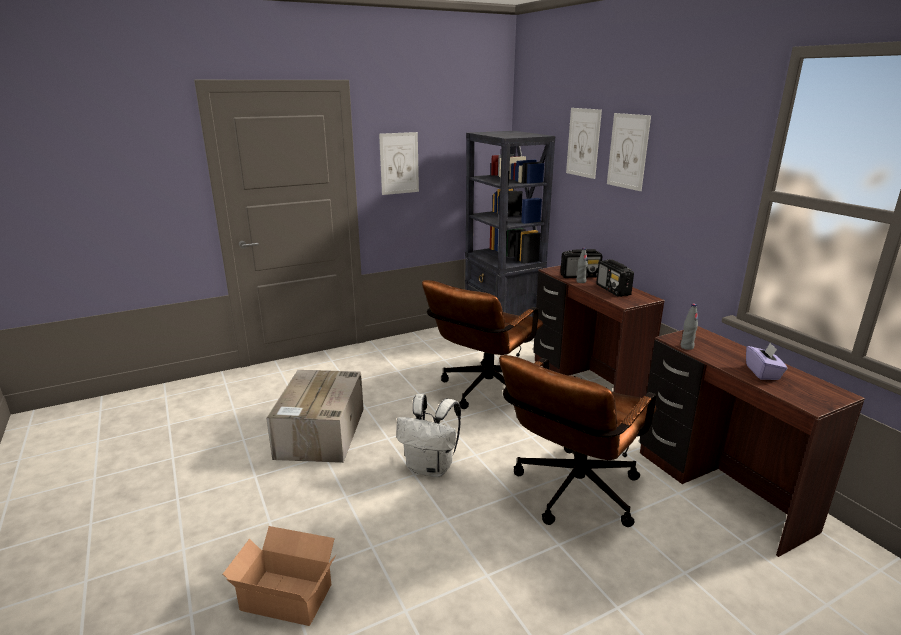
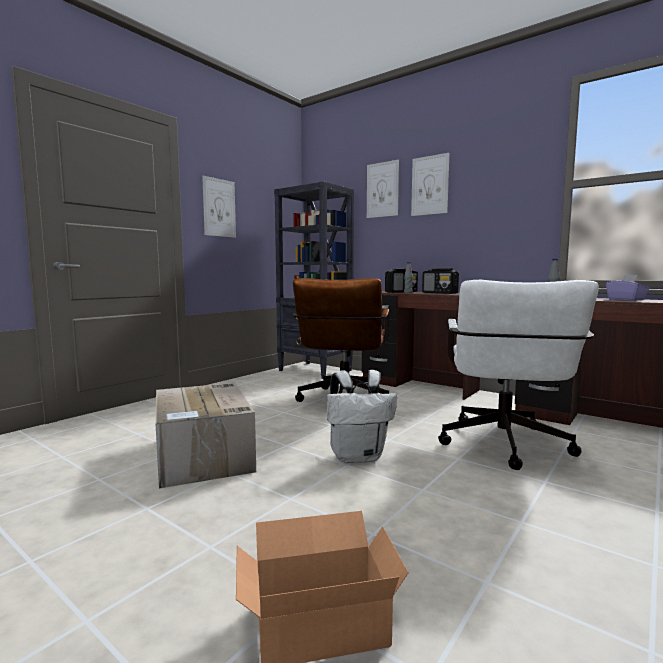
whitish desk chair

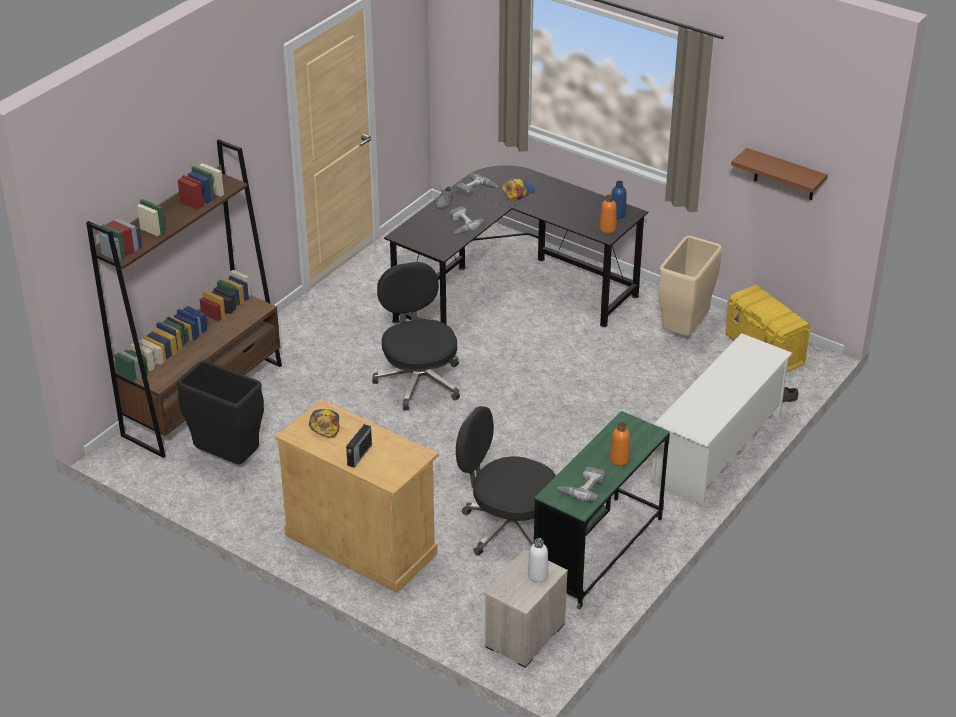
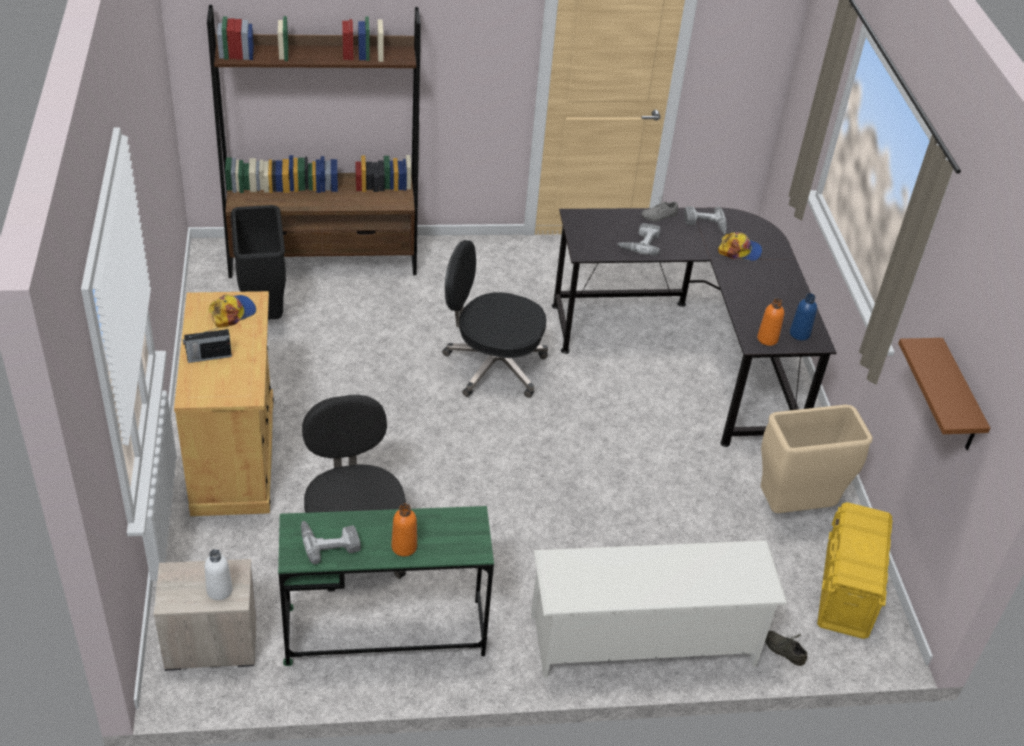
black-coloured desk chair (no. 2 from left)

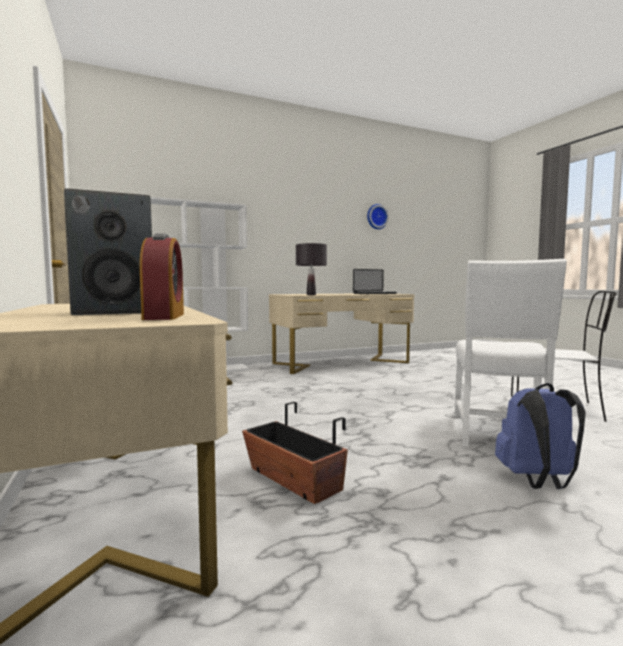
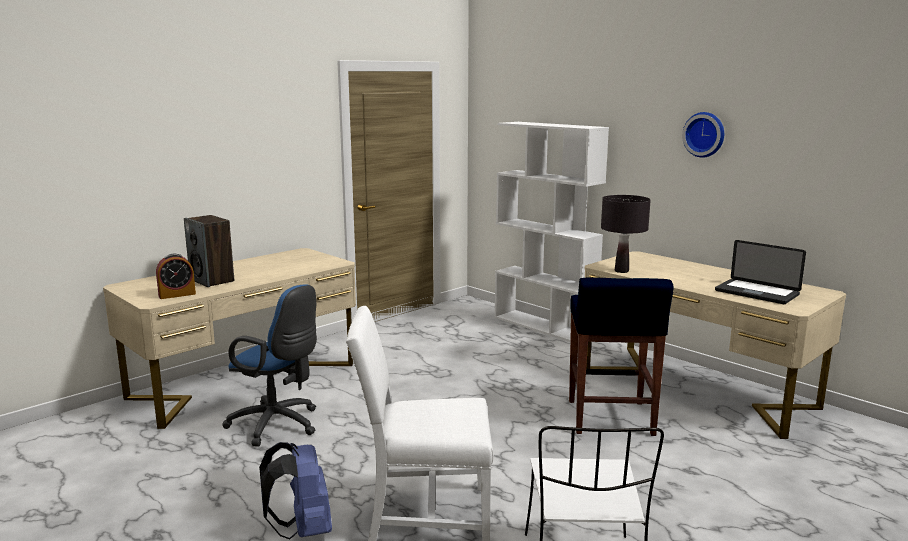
blue desk chair
hanging clock
blue sitting stool

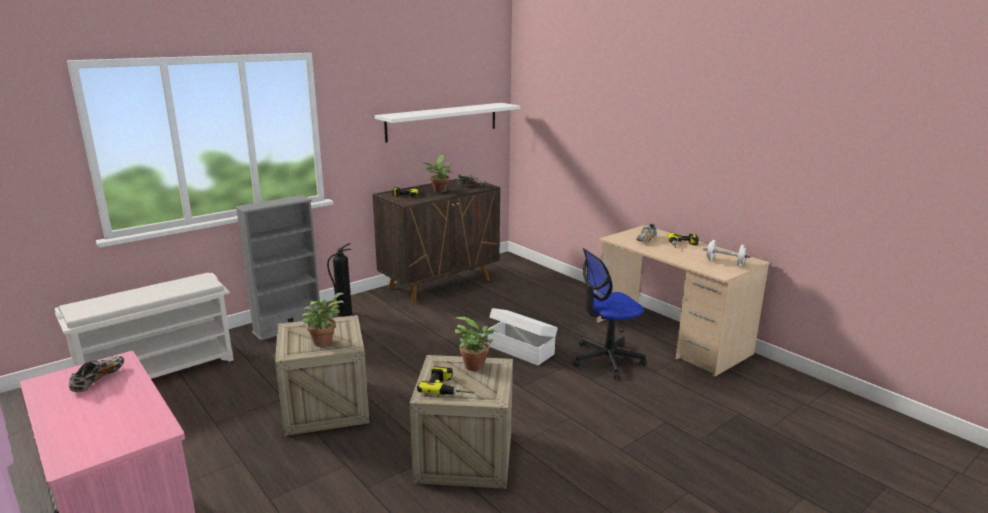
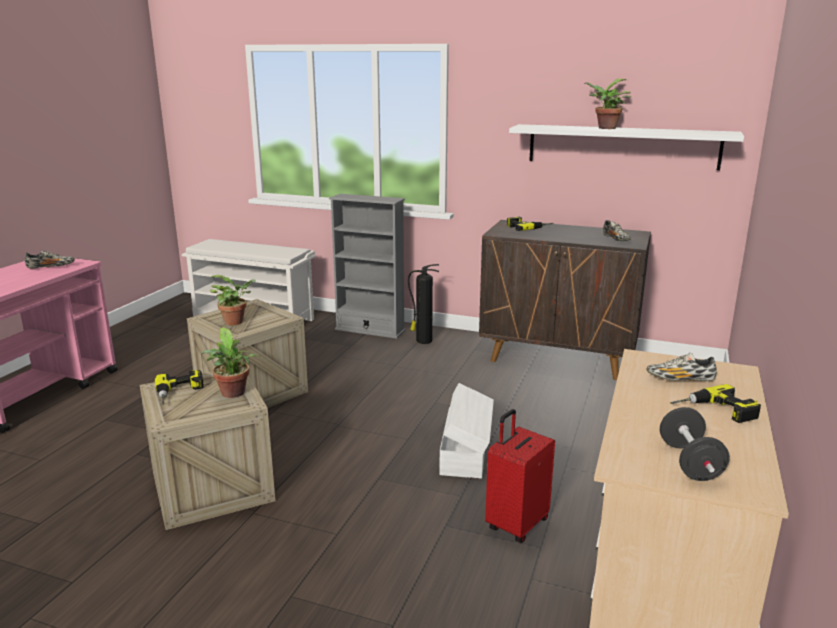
potted plant (no. 3 from left)
red travel case
black-coloured dumbbell

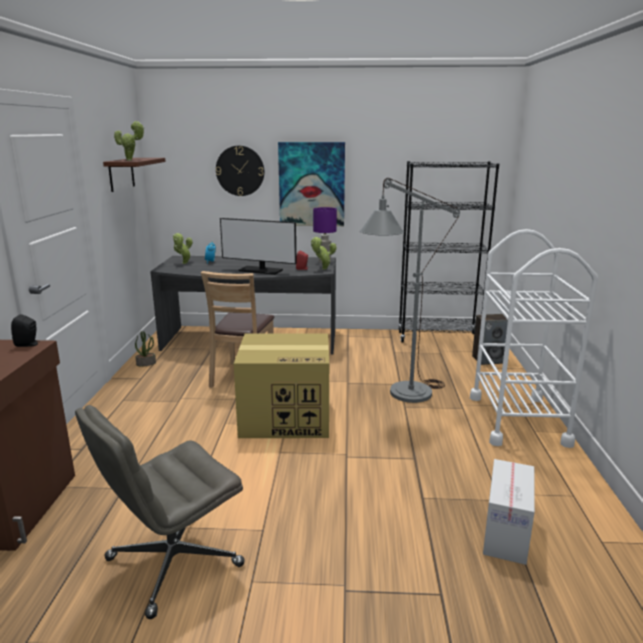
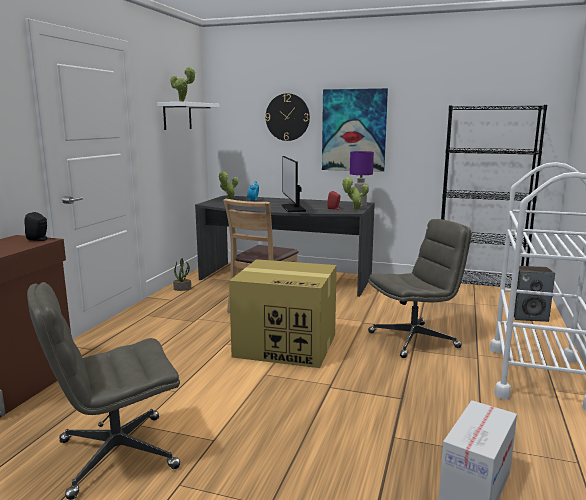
whitish bracket shelf
computer screen
greyish desk chair (no. 2 from left)

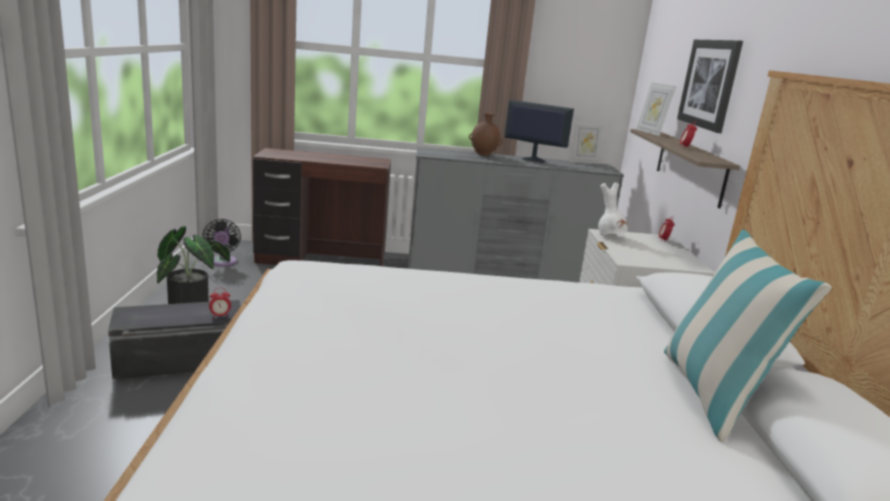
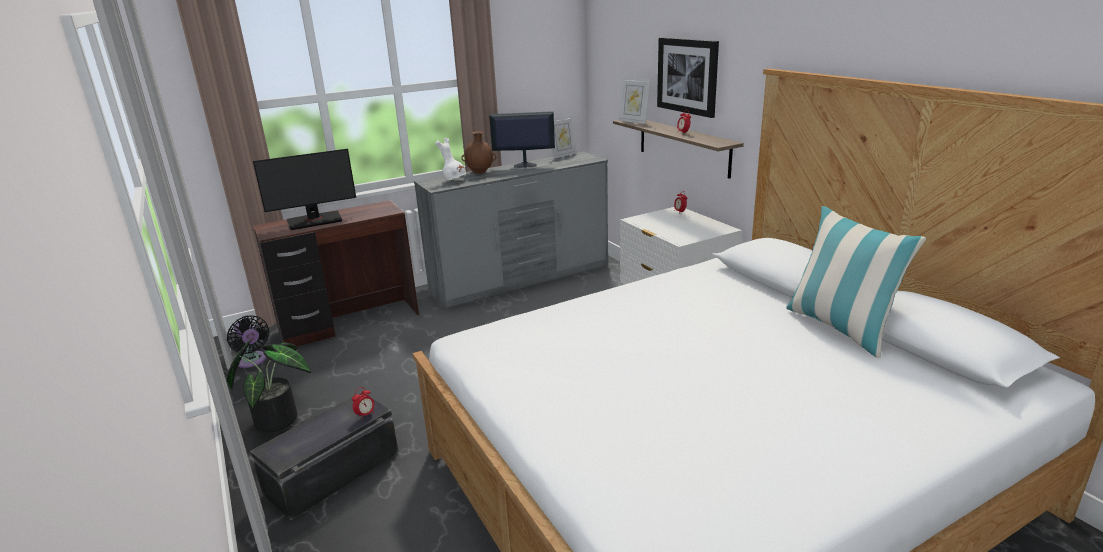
whitish flower vase
computer screen (no. 1 from left)

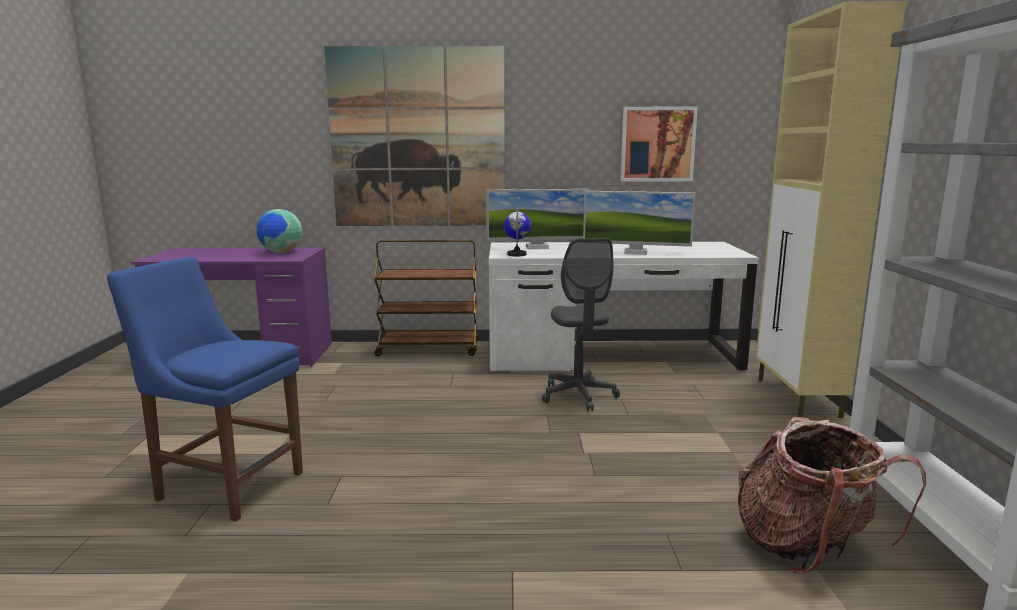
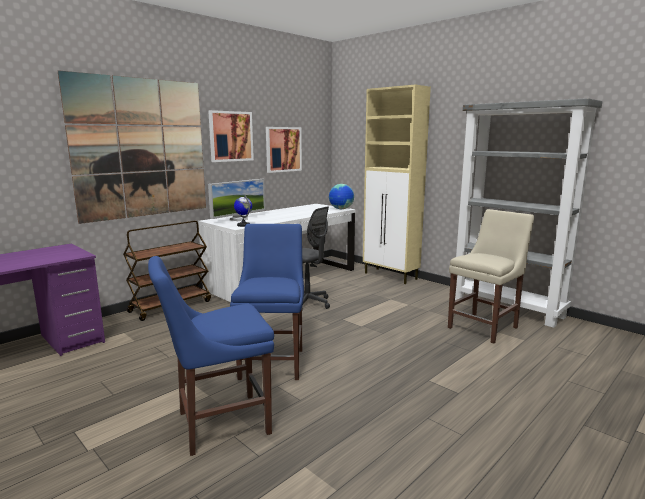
desk globe (no. 2 from left)
computer screen (no. 2 from left in the first image)
sand-coloured chair
wall picture (no. 2 from left)
blue chair (no. 2 from left)

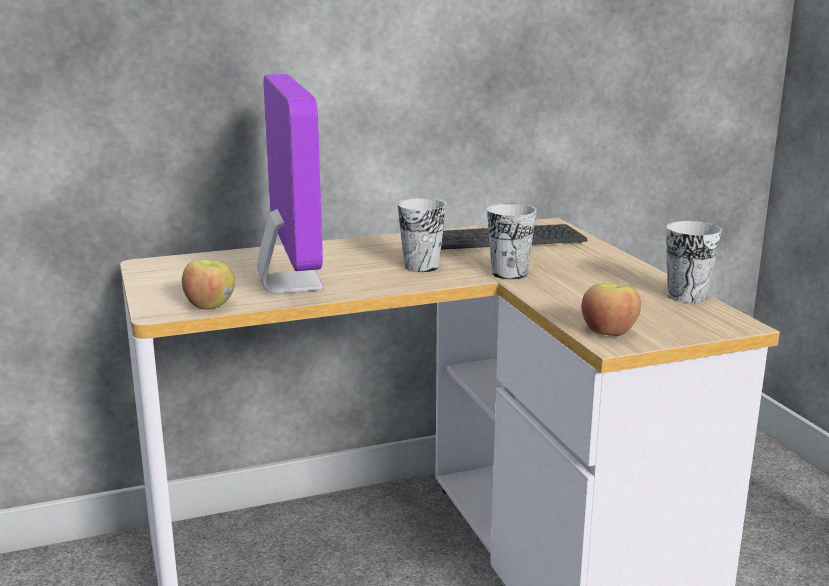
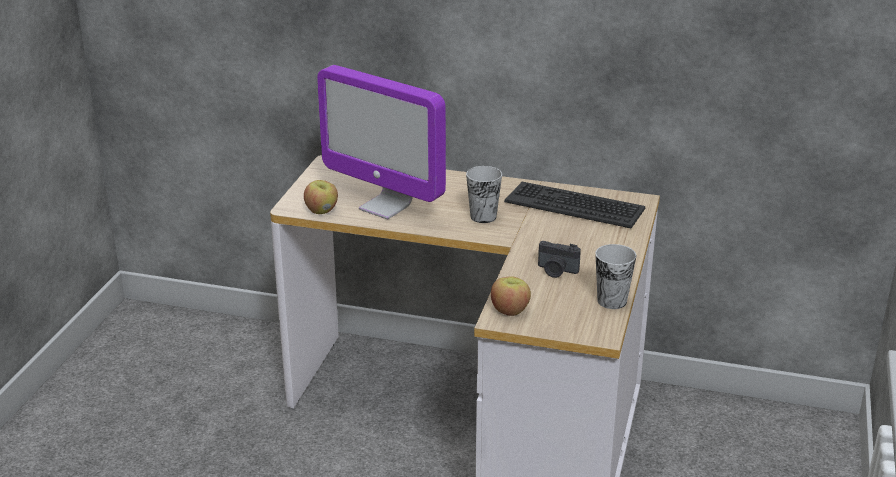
computer screen
cup (no. 2 from left in the first image)
still camera

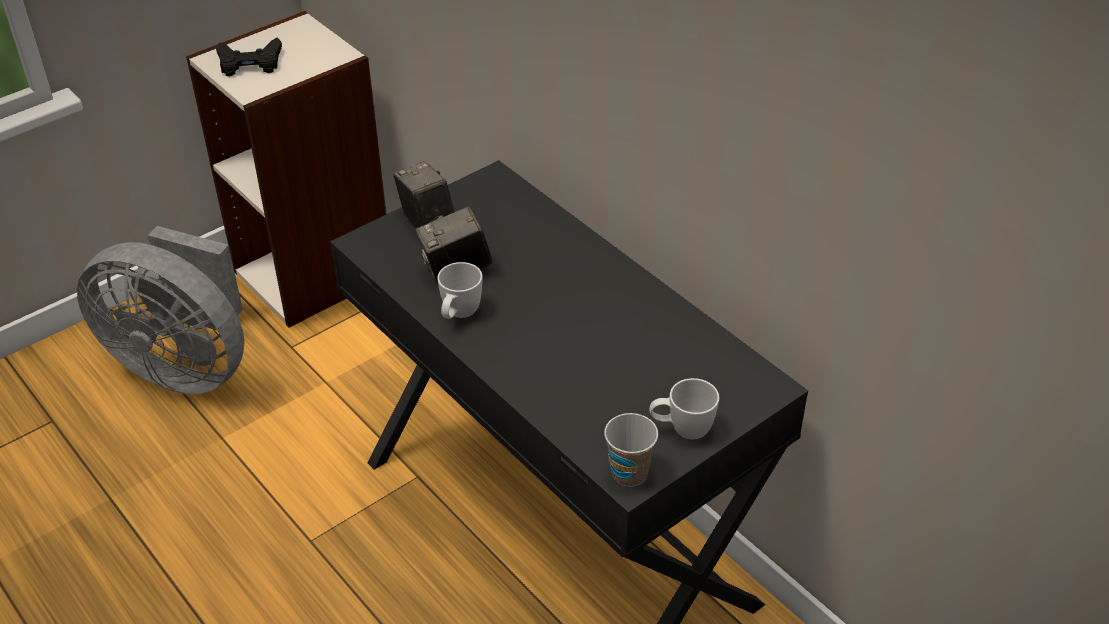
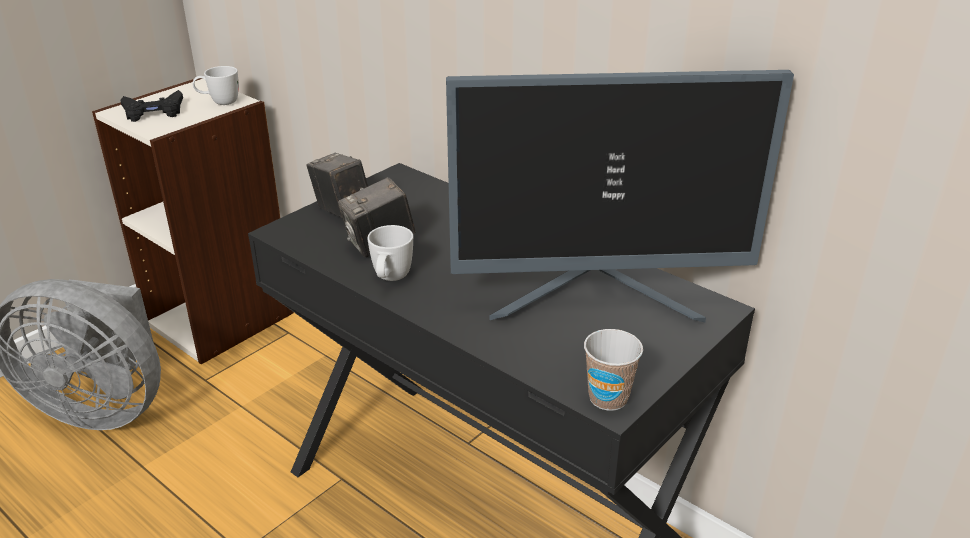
whitish tea mug (no. 1 from left)
computer screen

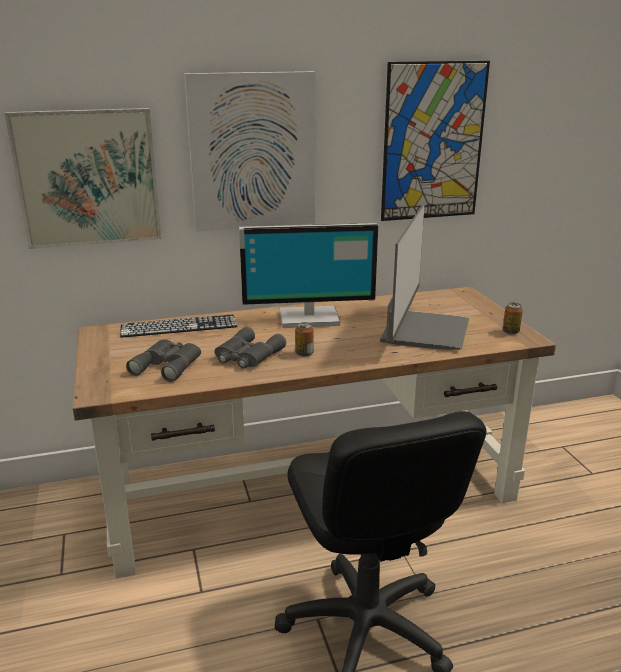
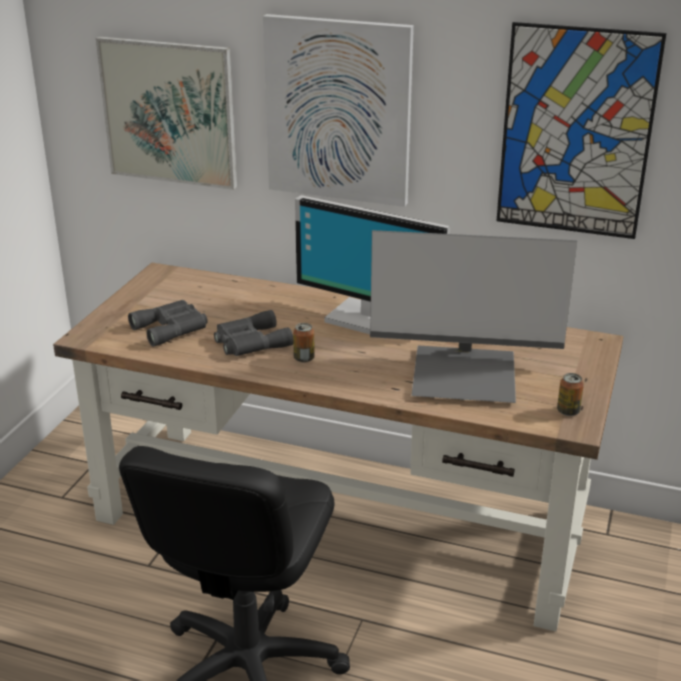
computer keyboard
computer screen (no. 2 from left)

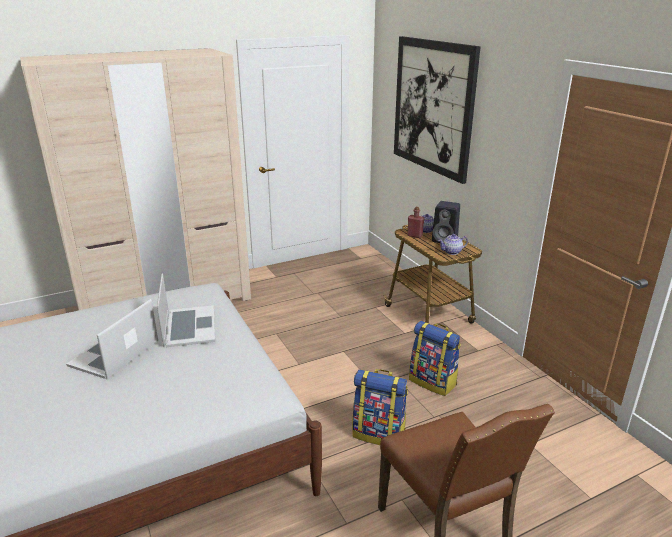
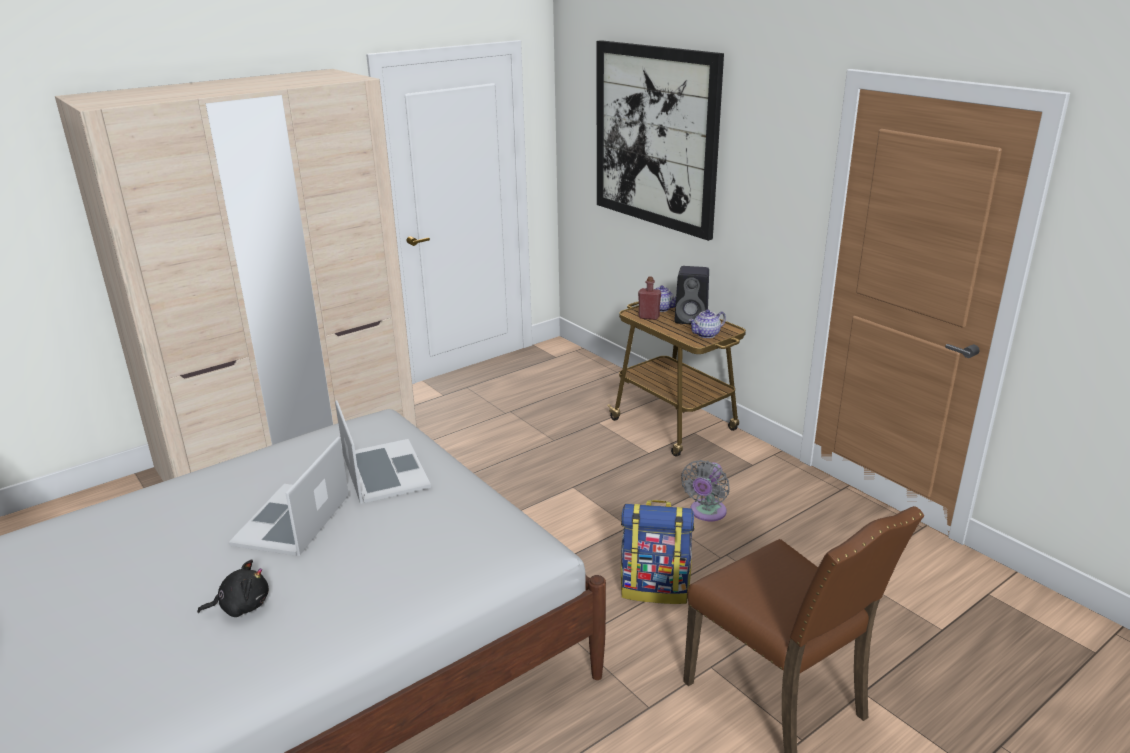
greyish cooling fan
black-coloured plush toy

